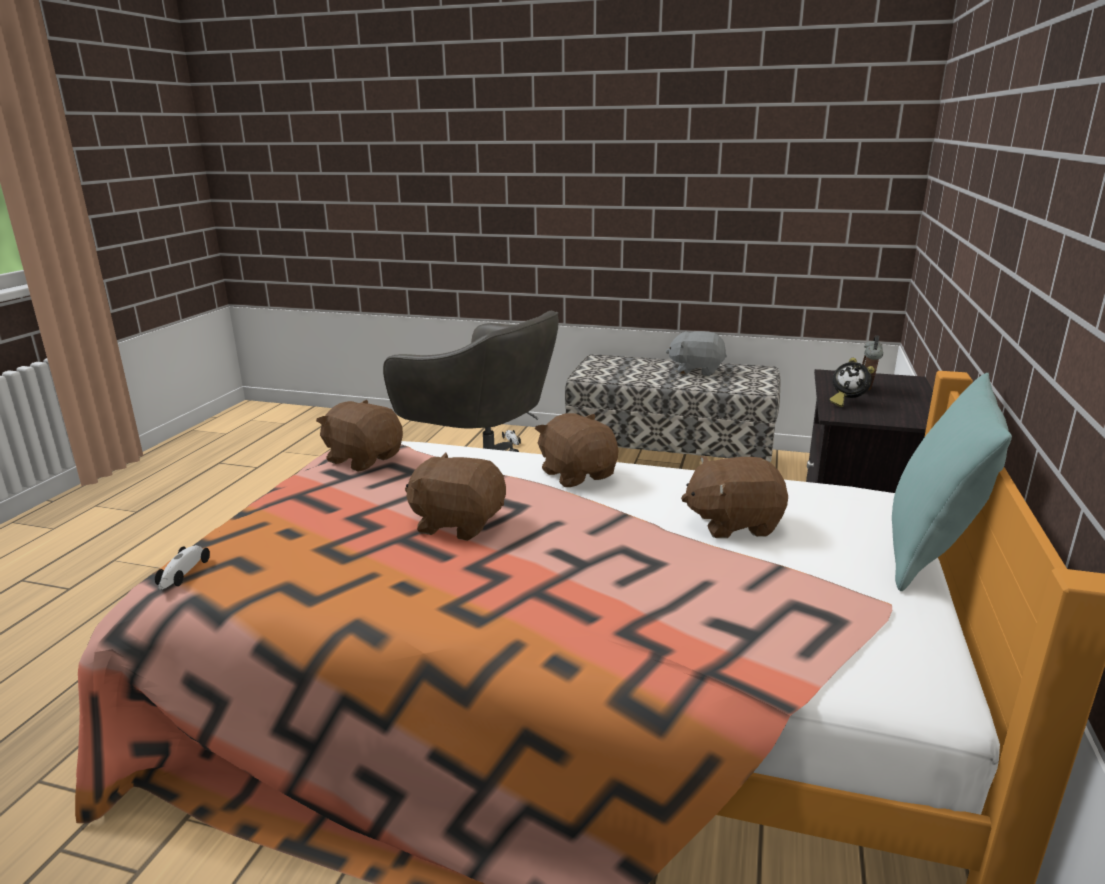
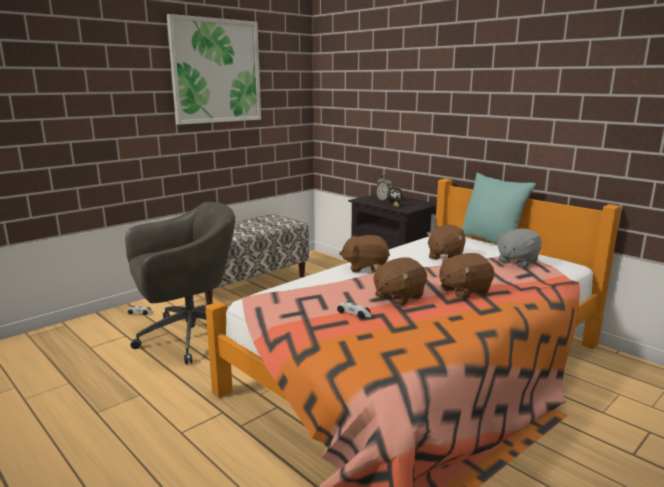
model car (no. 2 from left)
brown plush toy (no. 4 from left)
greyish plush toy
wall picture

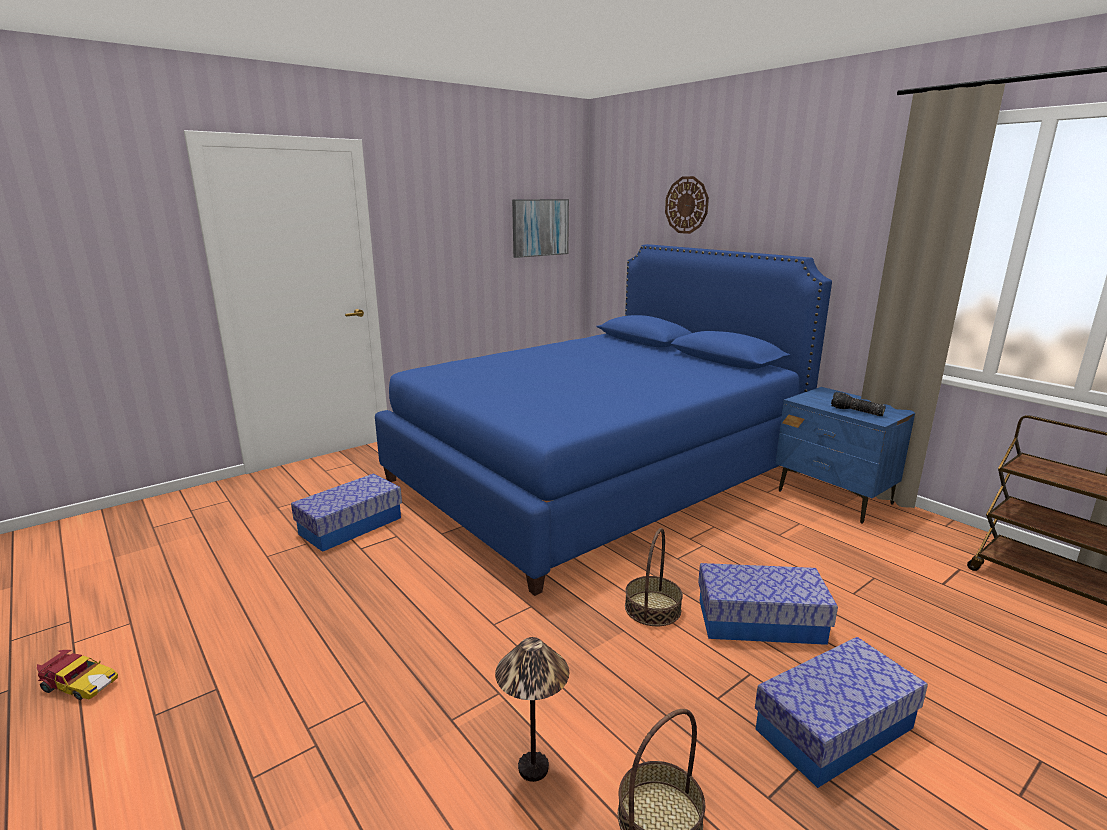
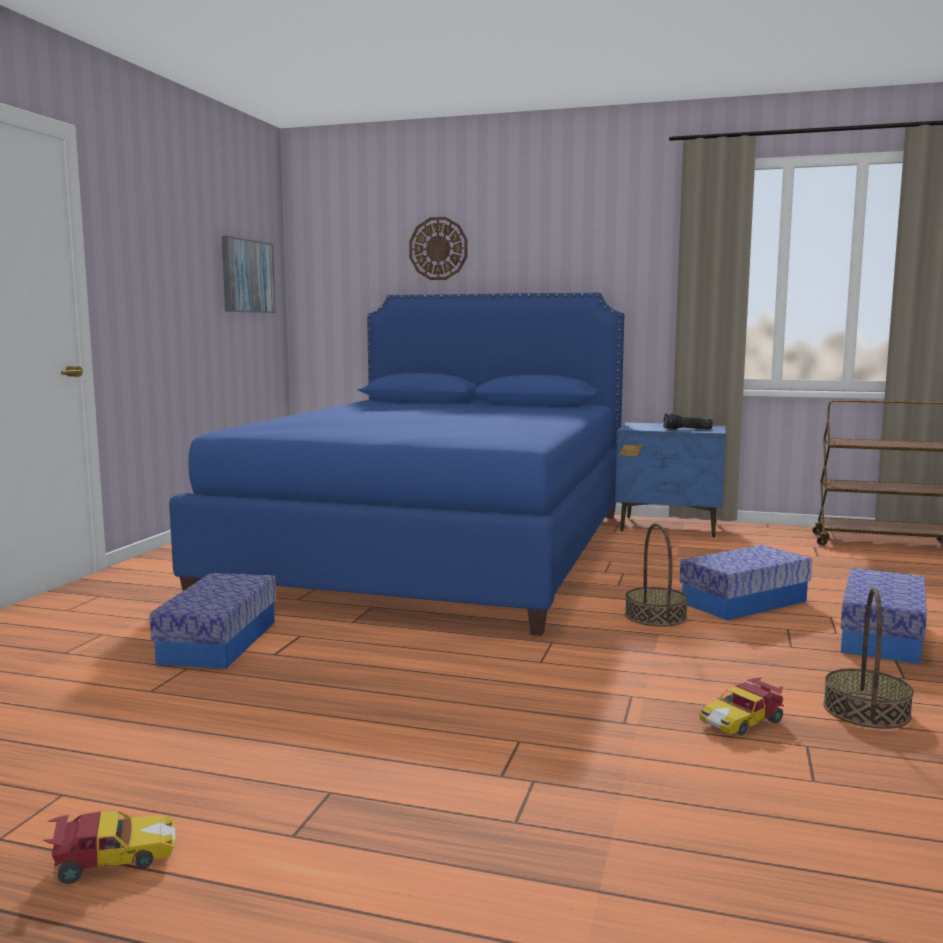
model car (no. 2 from left)

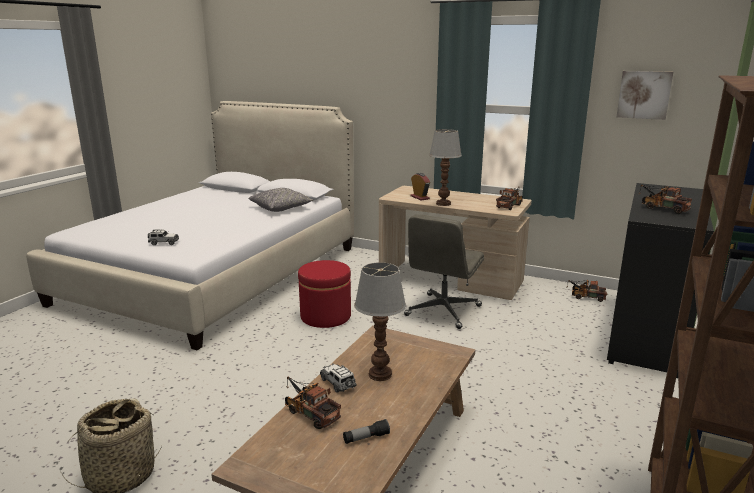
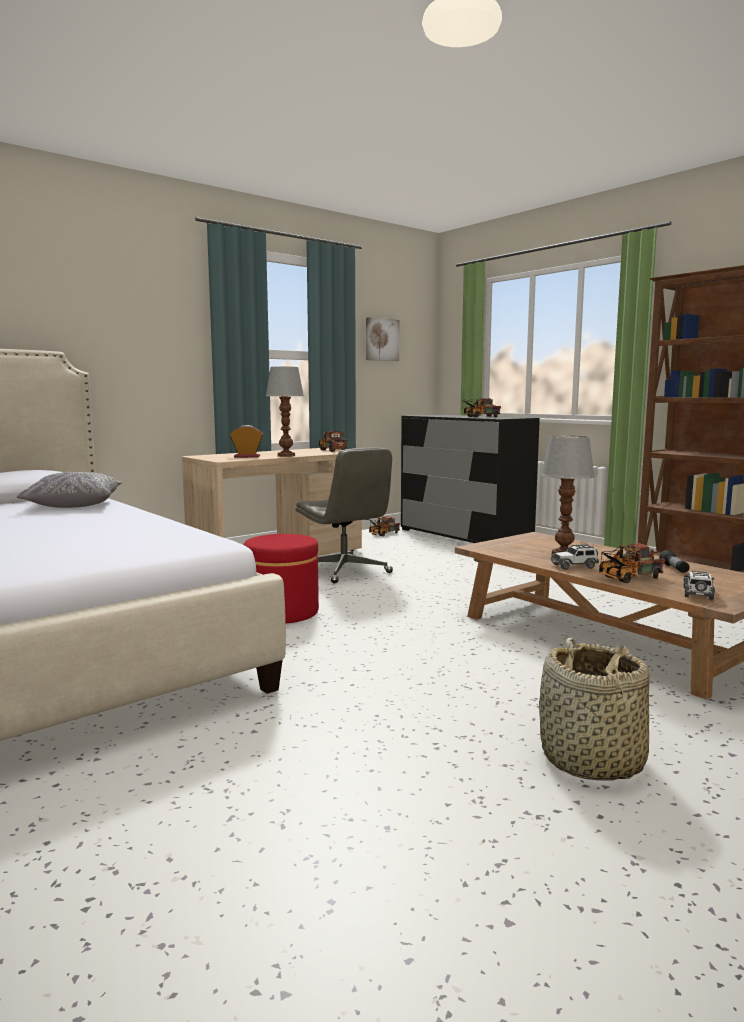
model car (no. 2 from left)

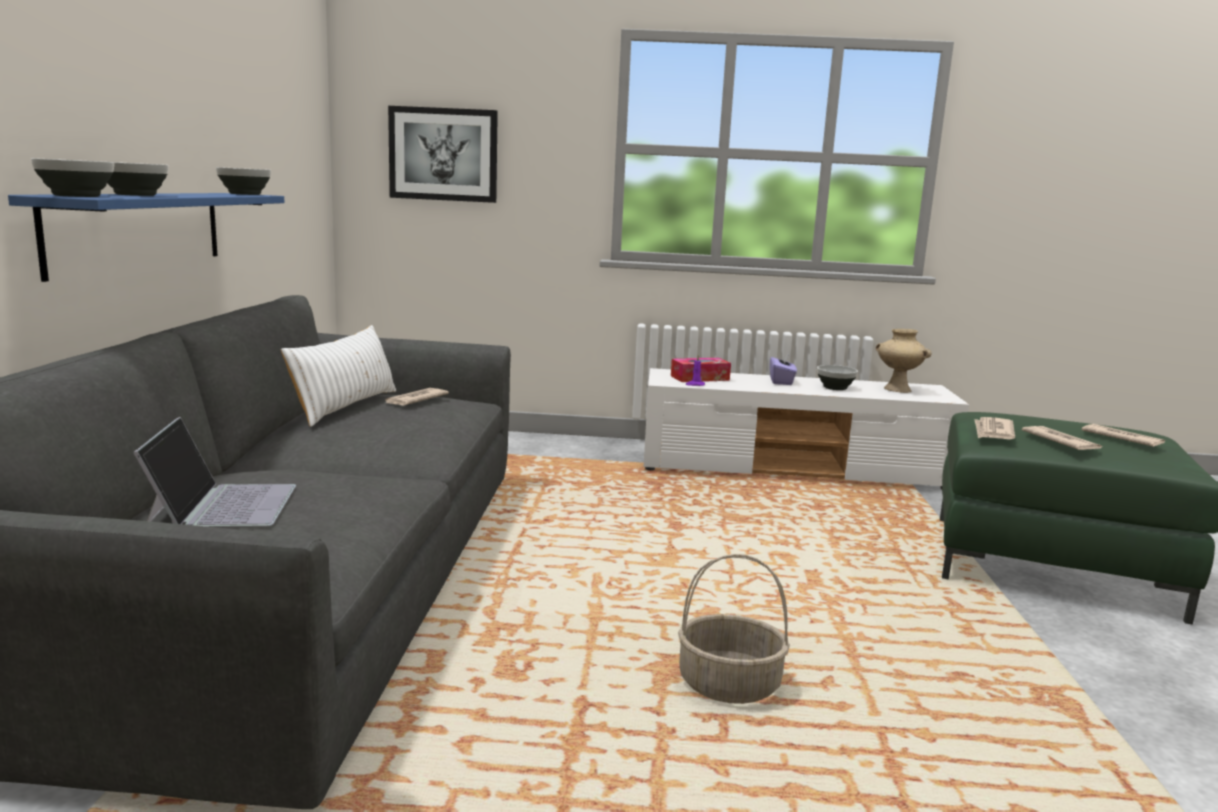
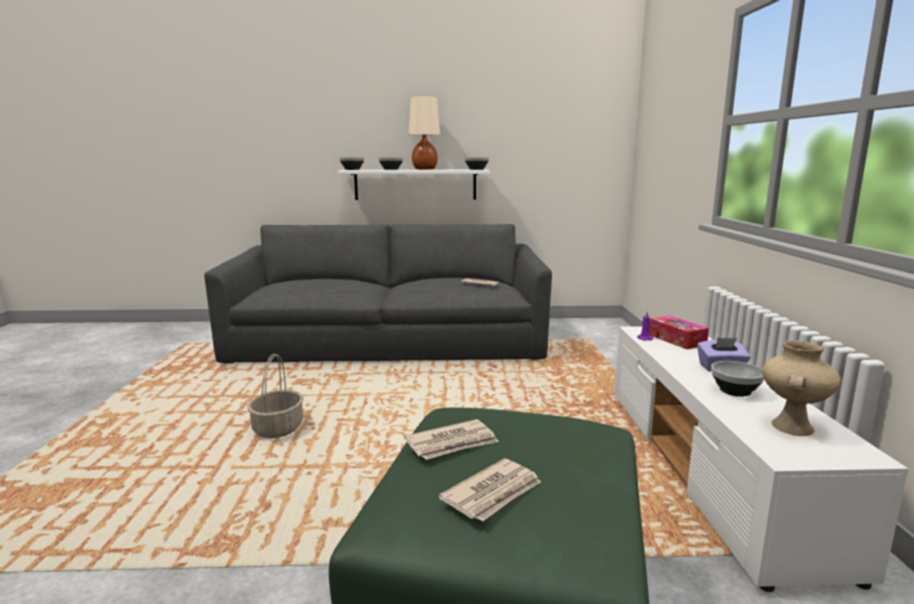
whitish bracket shelf
laptop
whitish cushion
wall picture
daily paper (no. 2 from left in the first image)
sand-coloured lamp for a table

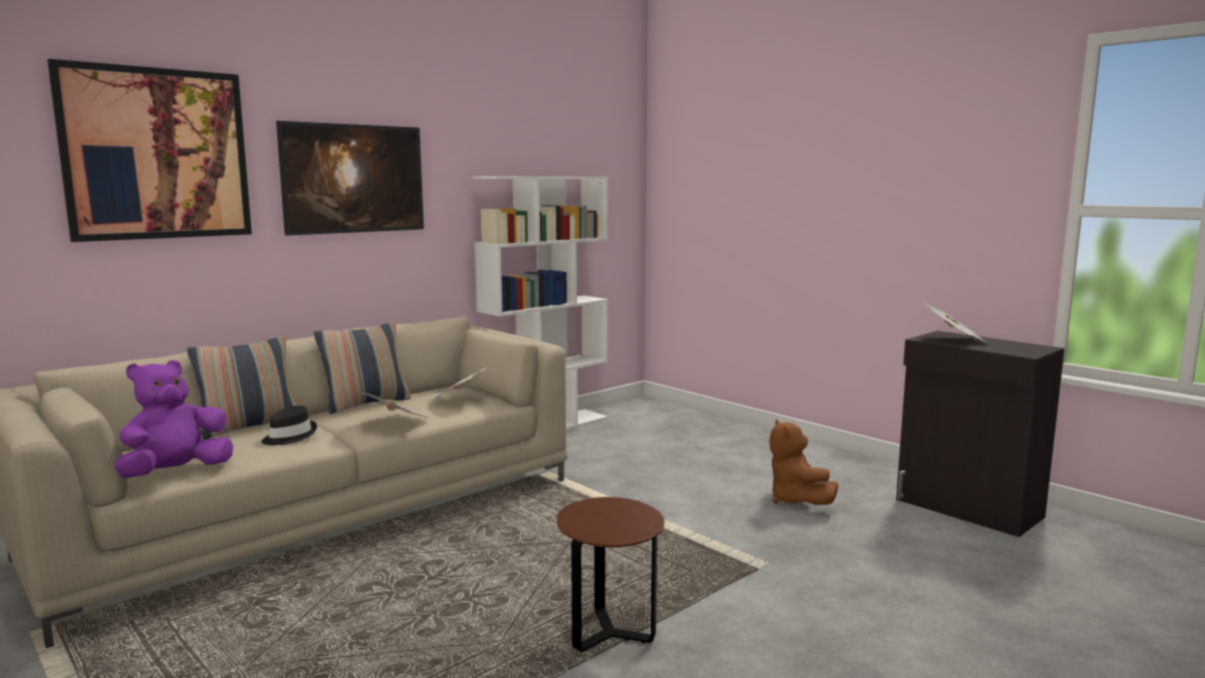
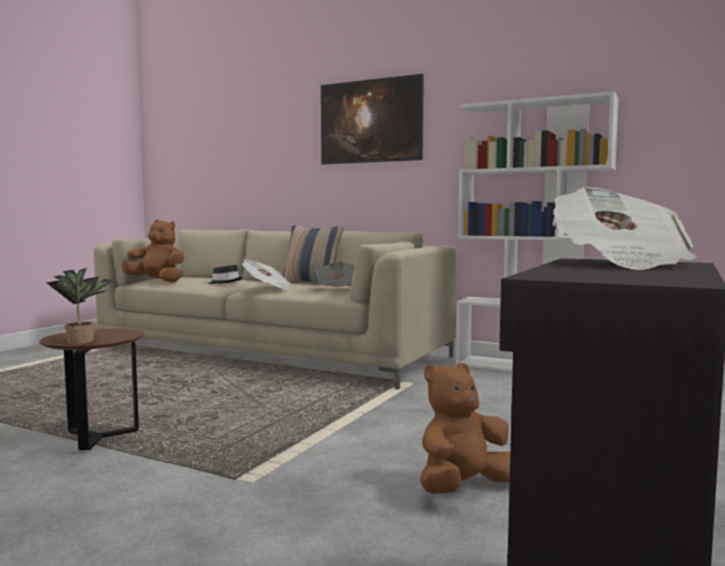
wall picture (no. 1 from left in the first image)
brown plush toy (no. 1 from left)
cushion (no. 1 from left in the first image)
potted plant

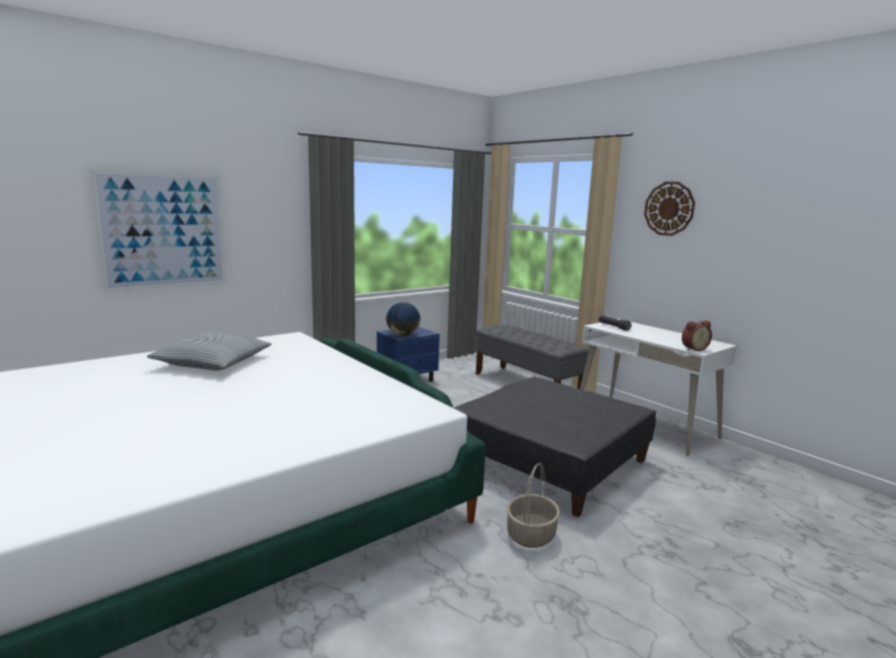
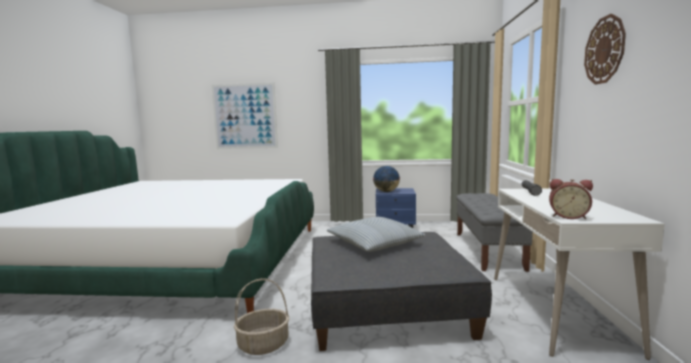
cushion

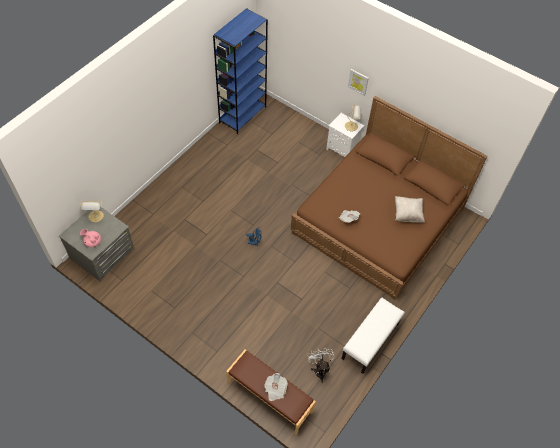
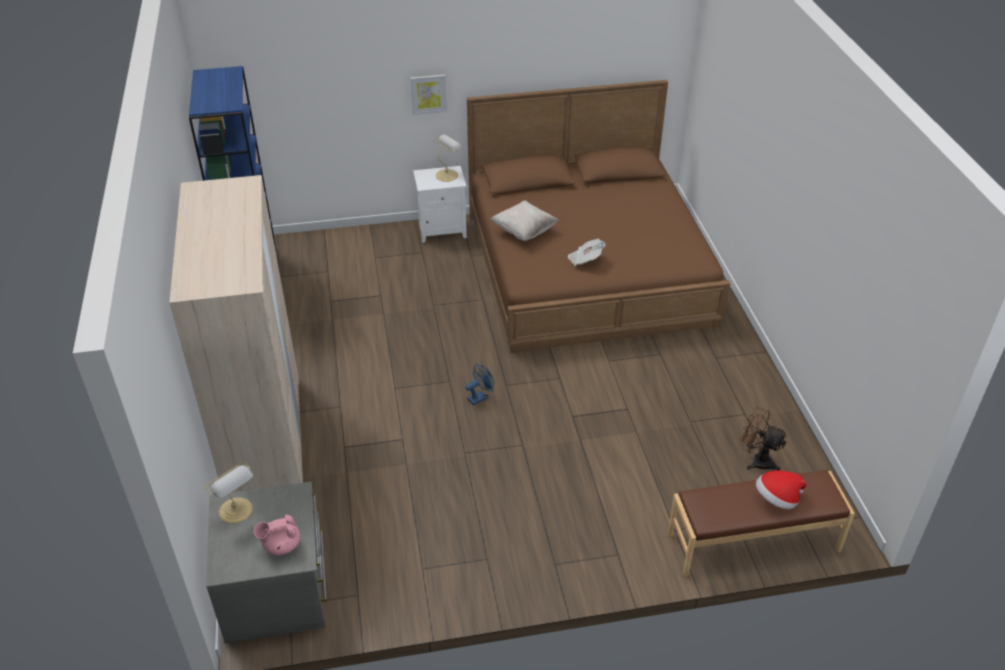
hat
brown cooling fan
whitish bench
sand-coloured cushion
sand-coloured clothes cupboard

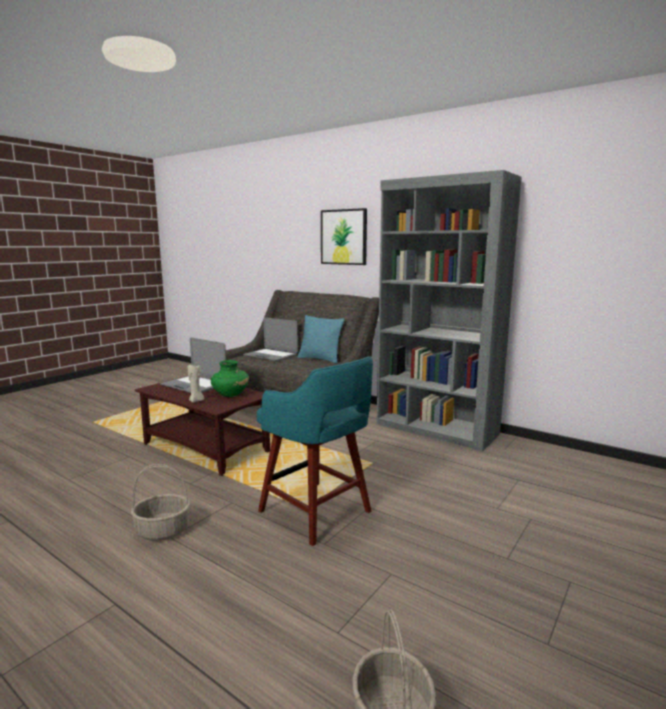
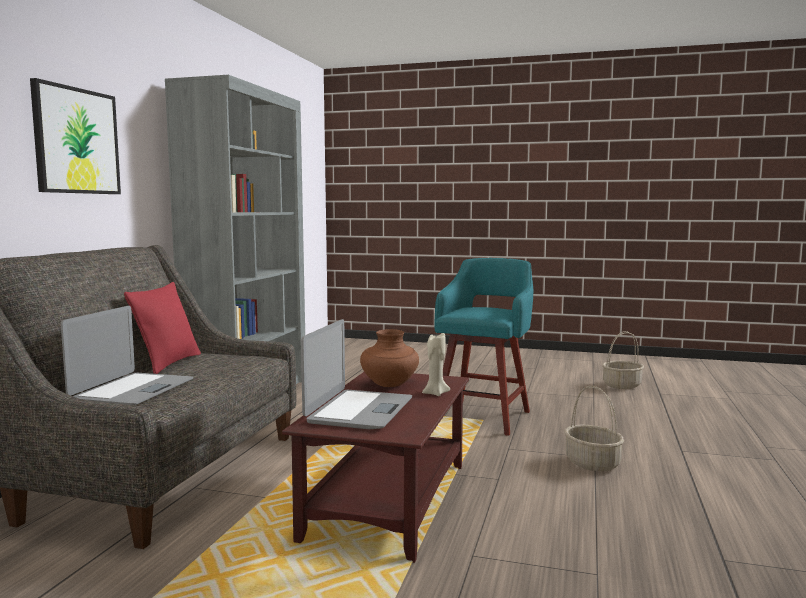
brown flower vase
red cushion

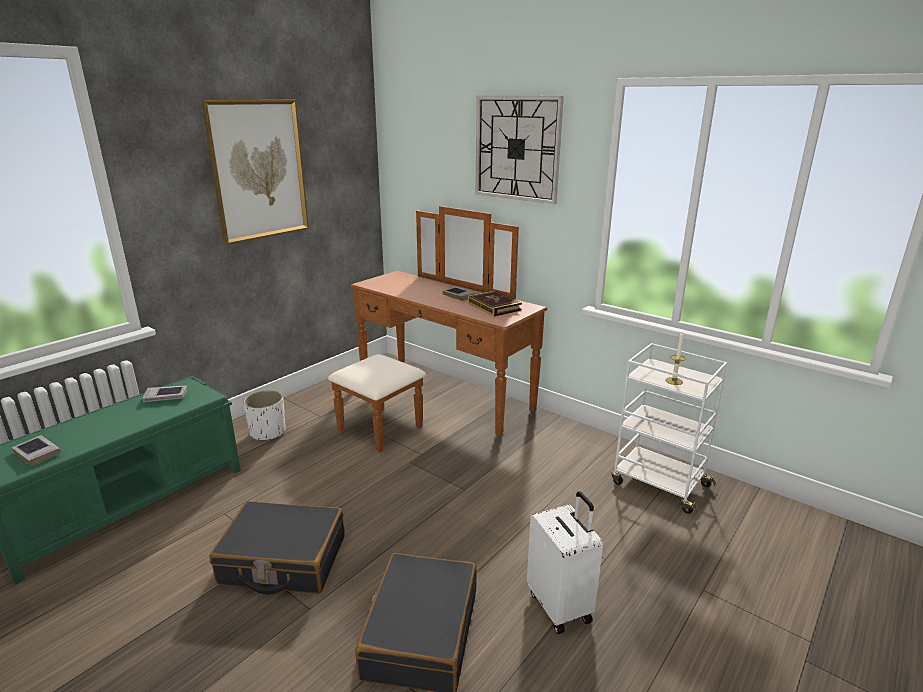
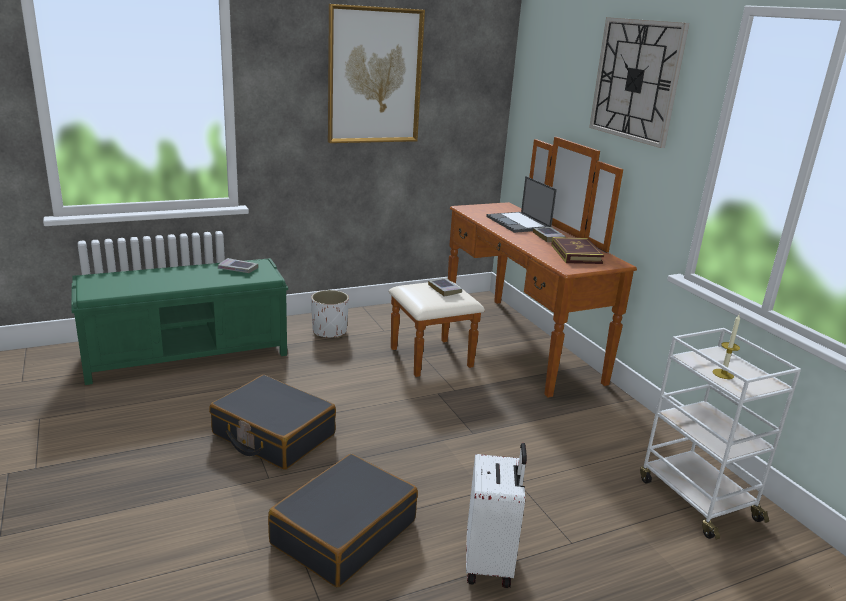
bound book (no. 2 from left)
laptop

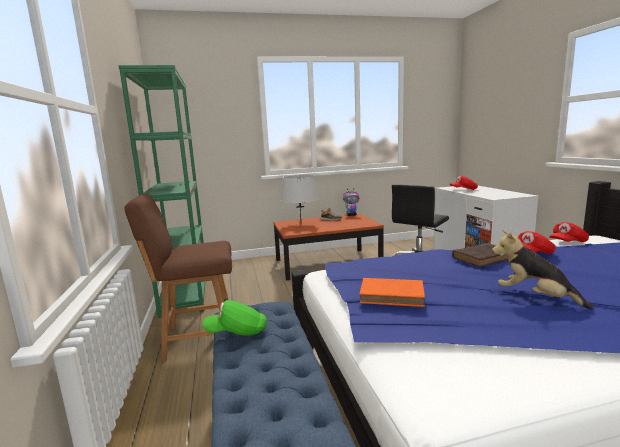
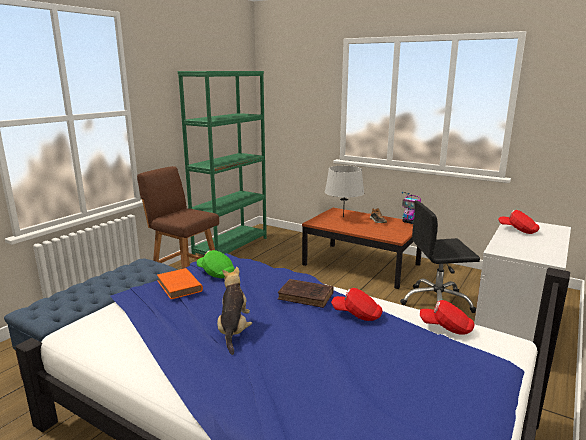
green-coloured baseball cap

